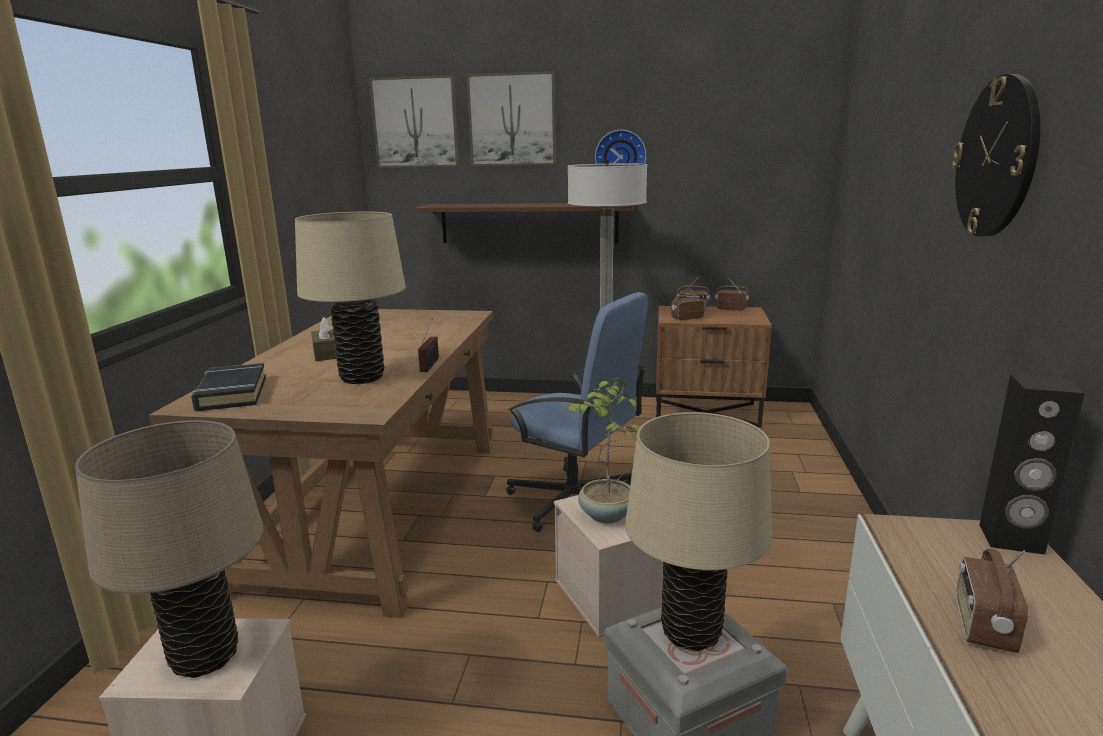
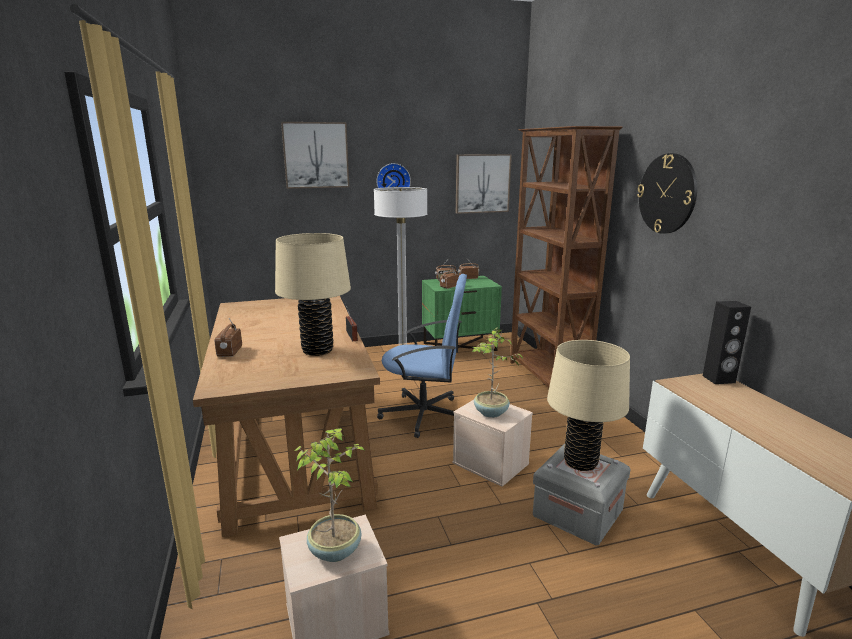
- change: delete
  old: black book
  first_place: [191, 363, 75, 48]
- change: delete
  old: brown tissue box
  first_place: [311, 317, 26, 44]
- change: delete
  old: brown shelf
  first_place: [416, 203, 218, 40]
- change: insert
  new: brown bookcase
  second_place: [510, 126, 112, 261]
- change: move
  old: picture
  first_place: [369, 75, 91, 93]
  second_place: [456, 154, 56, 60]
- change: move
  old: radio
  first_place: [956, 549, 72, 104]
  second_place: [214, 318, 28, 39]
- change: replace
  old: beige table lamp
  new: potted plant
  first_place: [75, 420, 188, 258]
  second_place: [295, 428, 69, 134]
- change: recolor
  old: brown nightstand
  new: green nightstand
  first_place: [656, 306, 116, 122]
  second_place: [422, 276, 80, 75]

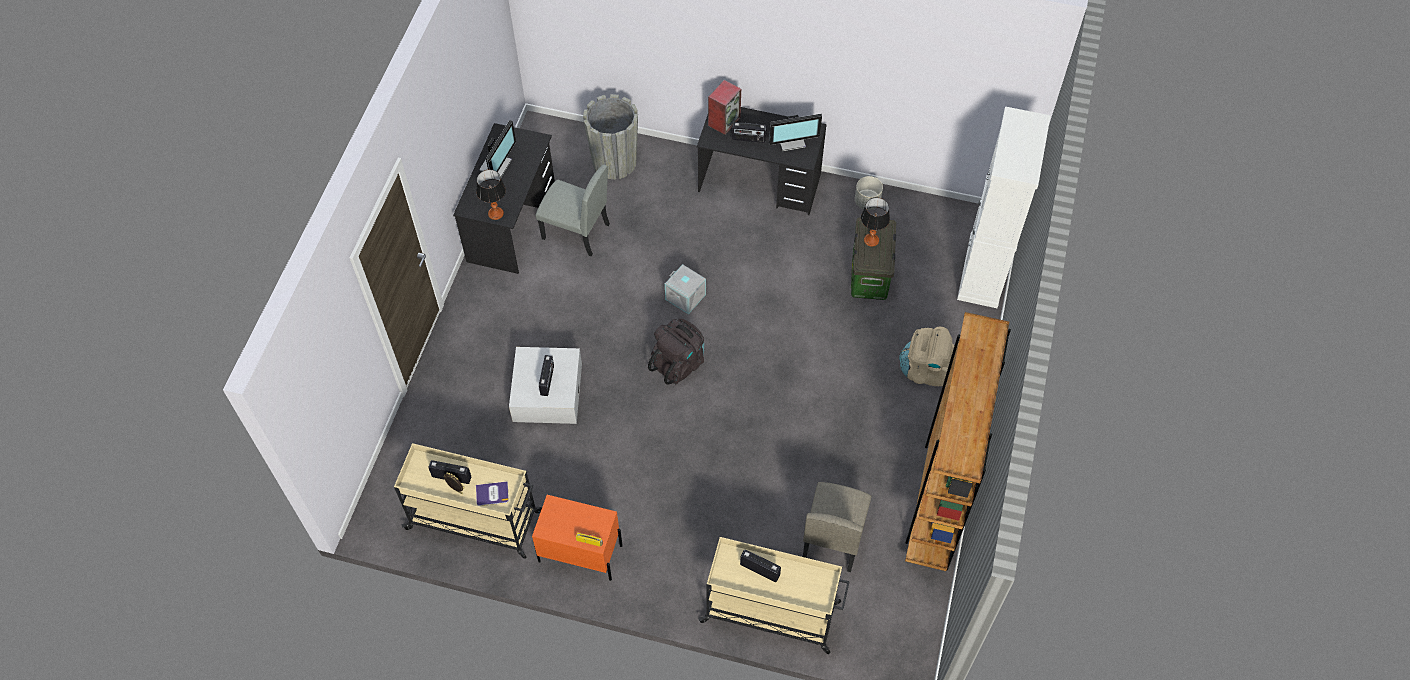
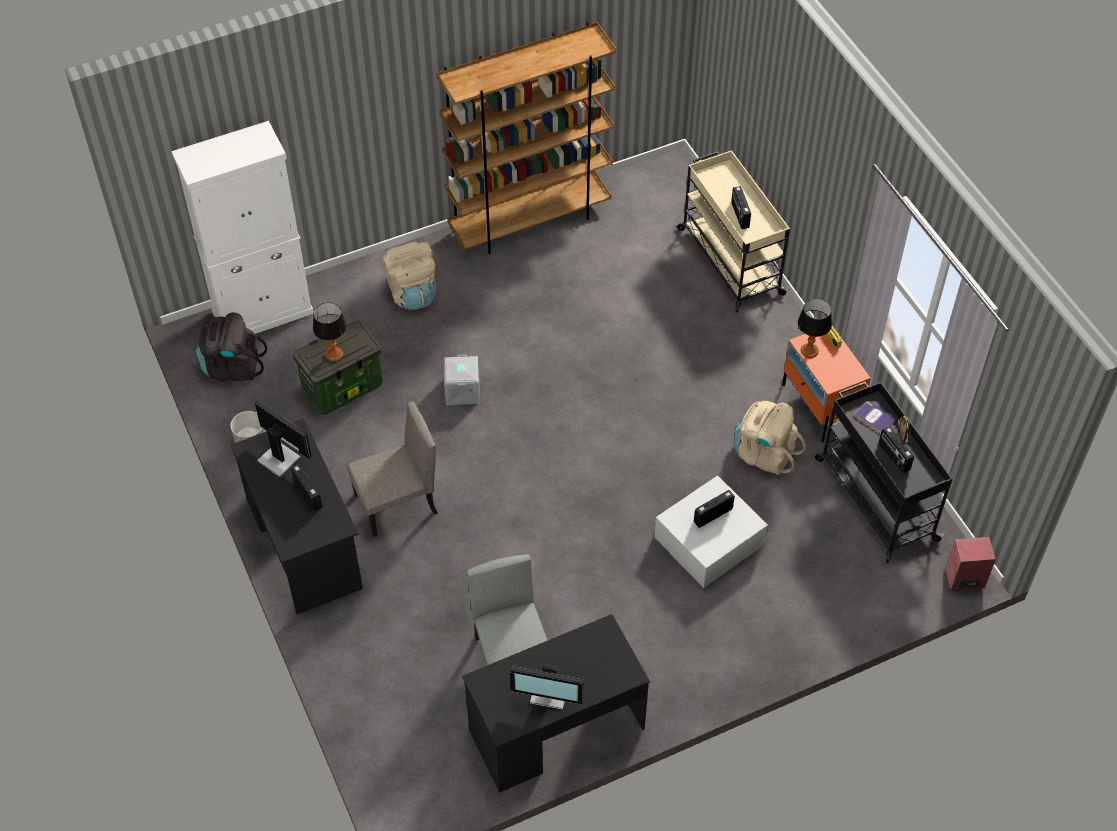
- change: delete
  old: grey planter
  first_place: [583, 94, 55, 85]
- change: insert
  new: beige backpack
  second_place: [734, 401, 72, 74]
- change: move
  old: table lamp
  first_place: [476, 169, 30, 51]
  second_place: [798, 298, 34, 60]
- change: move
  old: black backpack
  first_place: [648, 319, 56, 66]
  second_place: [196, 312, 71, 69]
- change: move
  old: grey storage box
  first_place: [665, 264, 41, 50]
  second_place: [444, 354, 36, 51]
- change: move
  old: speaker
  first_place: [708, 80, 33, 55]
  second_place: [945, 537, 51, 54]
- change: move
  old: beige chair
  first_place: [803, 482, 69, 90]
  second_place: [347, 402, 91, 135]
- change: recolor
  old: beige cart
  new: black cart
  first_place: [394, 443, 148, 116]
  second_place: [815, 382, 138, 181]
- change: rotate
  old: monitor
  first_place: [479, 120, 37, 57]
  second_place: [510, 665, 74, 45]
  degrees: -150

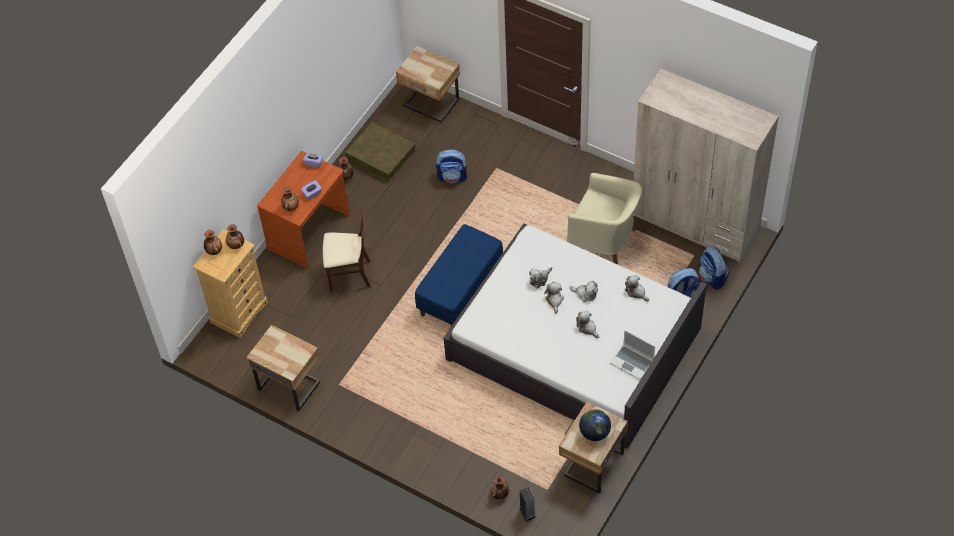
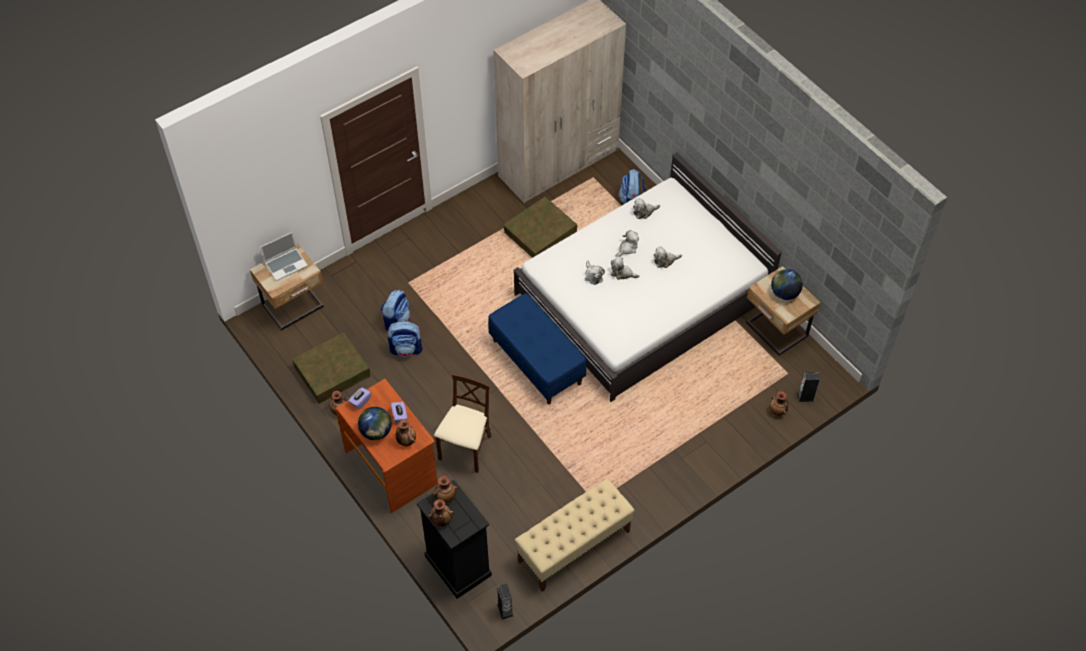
- change: insert
  new: globe
  second_place: [358, 407, 34, 33]
- change: insert
  new: speaker
  second_place: [497, 584, 16, 36]
- change: move
  old: laptop
  first_place: [610, 330, 45, 50]
  second_place: [261, 232, 47, 49]
- change: move
  old: backpack
  first_place: [699, 247, 31, 43]
  second_place: [388, 321, 34, 36]
- change: replace
  old: beige nightstand
  new: beige bench
  first_place: [246, 325, 74, 86]
  second_place: [515, 478, 120, 114]
- change: replace
  old: beige armchair
  new: brown storage box
  first_place: [567, 173, 75, 92]
  second_place: [504, 197, 73, 61]
- change: recolor
  old: beige dresser
  new: black dresser
  first_place: [193, 229, 75, 109]
  second_place: [417, 480, 75, 119]

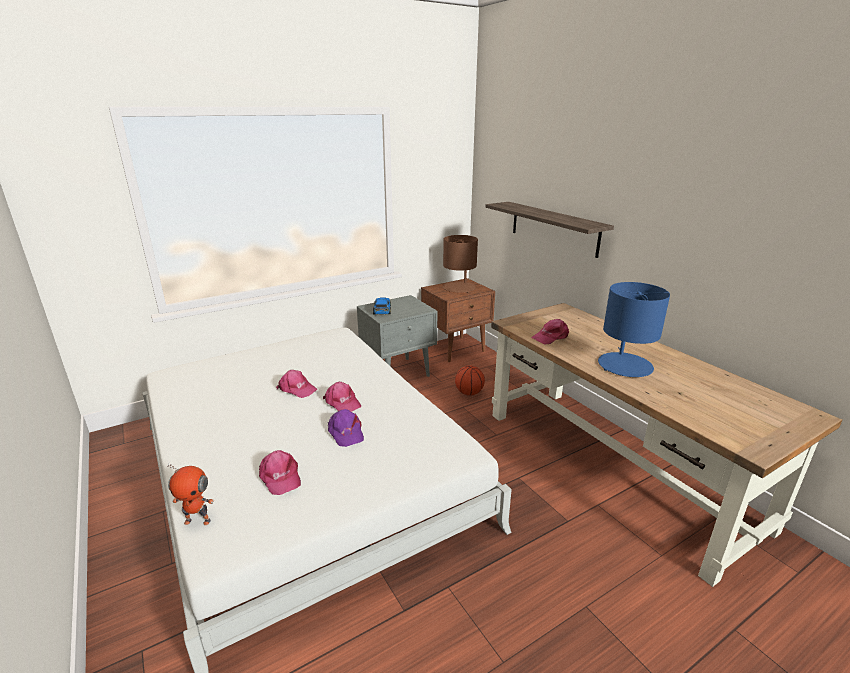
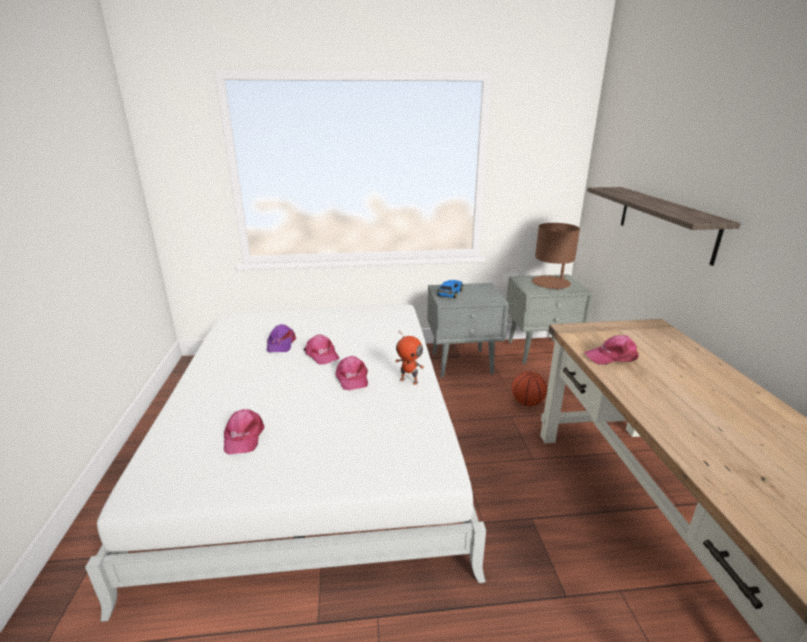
- change: delete
  old: blue table lamp
  first_place: [598, 282, 72, 95]
- change: move
  old: toy robot
  first_place: [167, 463, 47, 62]
  second_place: [395, 330, 29, 55]
- change: move
  old: purple cap
  first_place: [328, 409, 36, 38]
  second_place: [267, 324, 29, 29]
- change: recolor
  old: brown nightstand
  new: grey nightstand
  first_place: [421, 278, 74, 84]
  second_place: [506, 274, 87, 90]

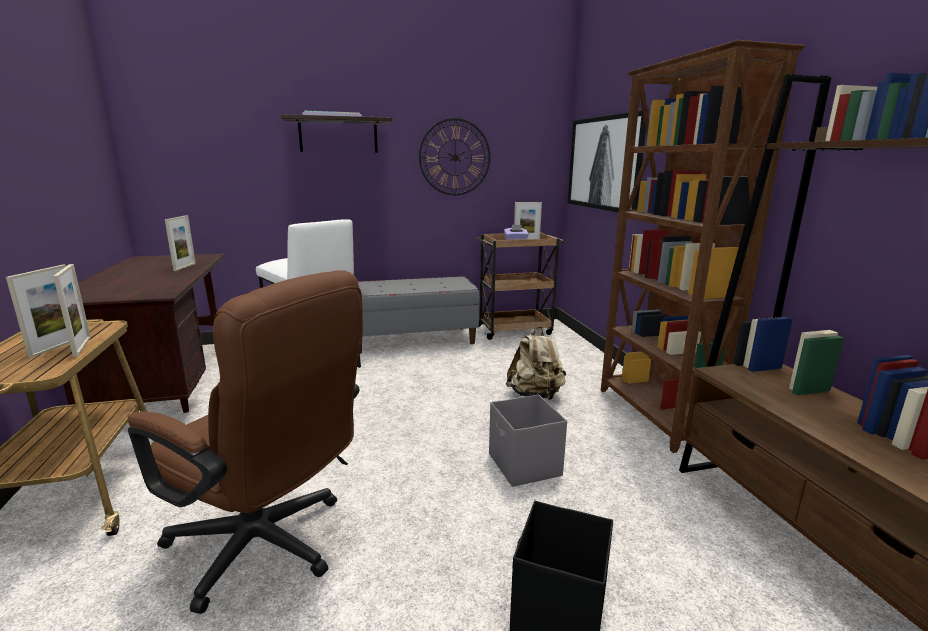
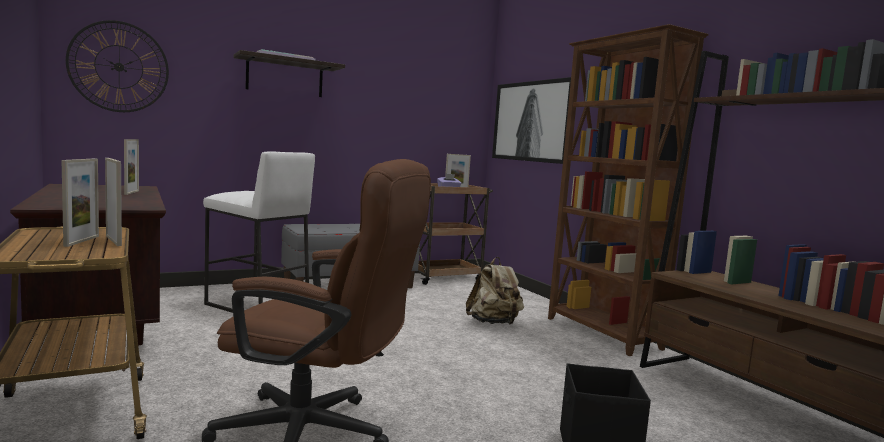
- change: delete
  old: grey storage box
  first_place: [489, 394, 78, 93]
- change: move
  old: wall clock
  first_place: [419, 118, 71, 77]
  second_place: [66, 20, 103, 92]

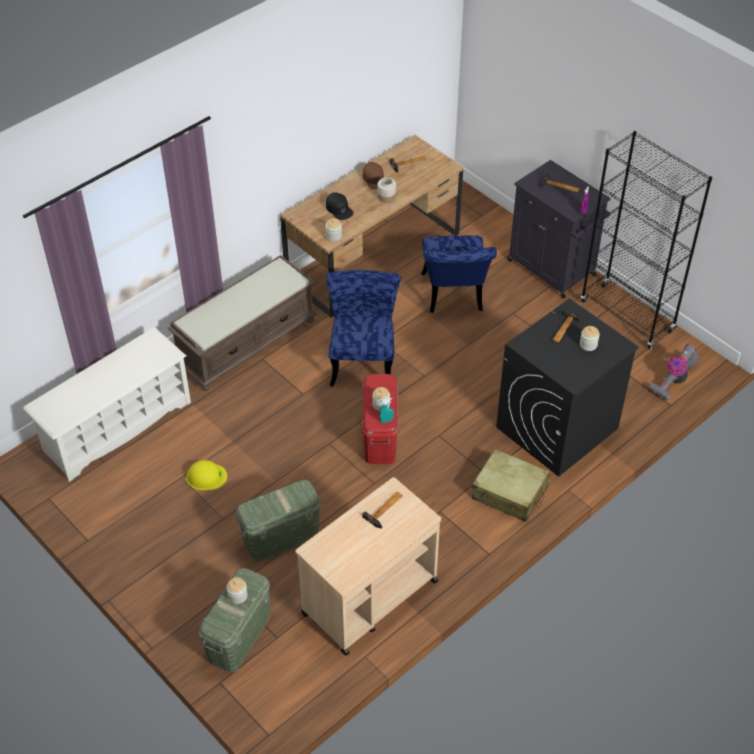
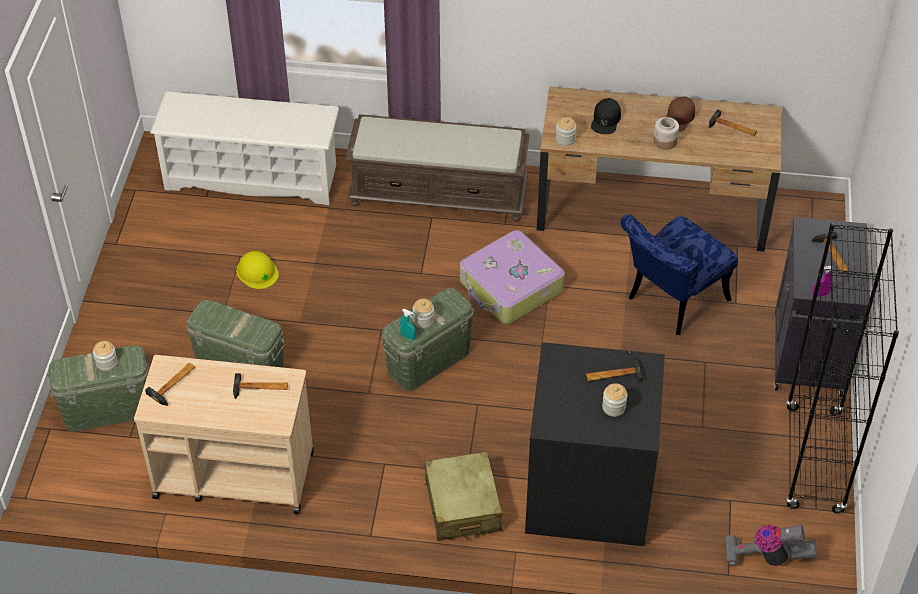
- change: insert
  new: hammer
  second_place: [145, 363, 51, 43]
- change: replace
  old: blue chair
  new: suitcase
  first_place: [326, 270, 75, 117]
  second_place: [460, 230, 105, 94]
- change: recolor
  old: red storage box
  new: green storage box
  first_place: [362, 374, 37, 90]
  second_place: [382, 288, 92, 103]

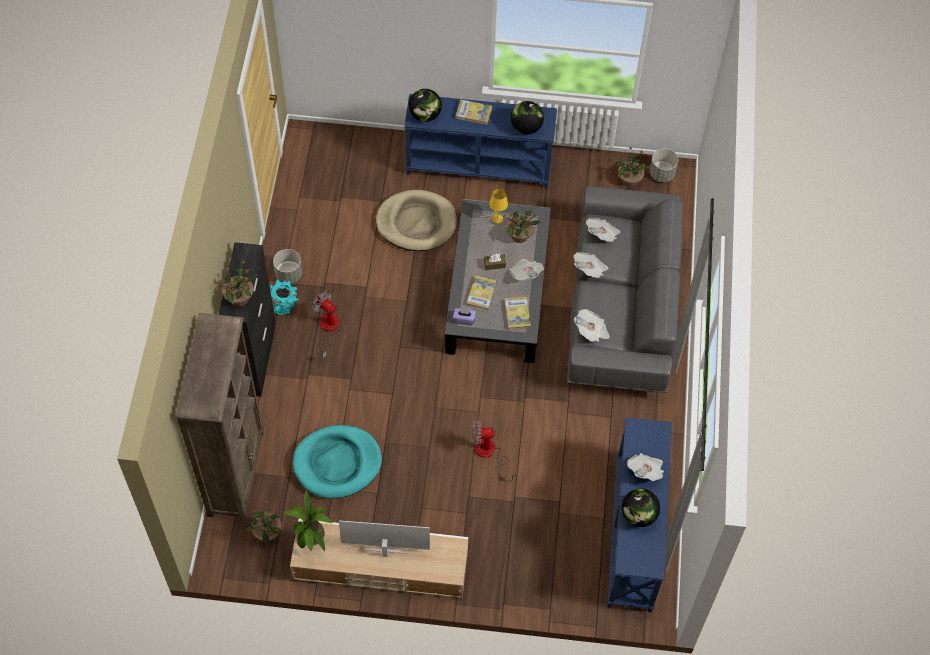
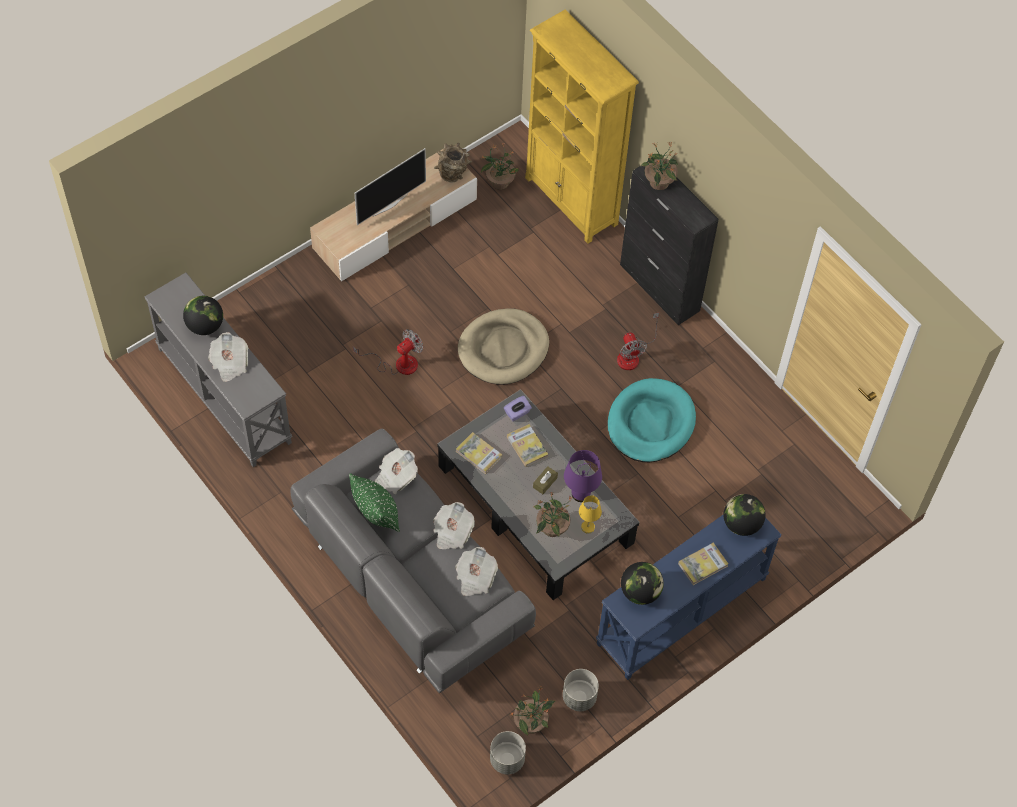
- change: delete
  old: turquoise vase
  first_place: [270, 280, 30, 35]
- change: delete
  old: newspaper
  first_place: [509, 259, 35, 22]
- change: insert
  new: green pillow
  second_place: [349, 473, 51, 59]
- change: insert
  new: purple table lamp
  second_place: [564, 450, 38, 52]
- change: move
  old: grey planter
  first_place: [273, 249, 29, 35]
  second_place: [563, 669, 36, 42]
- change: move
  old: turquoise dog bed
  first_place: [293, 425, 89, 74]
  second_place: [608, 378, 88, 84]
- change: move
  old: beige dog bed
  first_place: [376, 190, 81, 61]
  second_place: [458, 308, 91, 77]
- change: replace
  old: potted plant
  new: brown vase
  first_place: [283, 491, 49, 61]
  second_place: [434, 142, 38, 41]
- change: recolor
  old: brown bookcase
  new: yellow bookcase
  first_place: [175, 313, 89, 208]
  second_place: [525, 10, 114, 234]
- change: recolor
  old: blue console table
  new: grey console table
  first_place: [607, 417, 65, 195]
  second_place: [145, 273, 147, 194]
- change: rotate
  old: fan
  first_place: [312, 291, 28, 68]
  second_place: [617, 313, 42, 57]
  degrees: 75

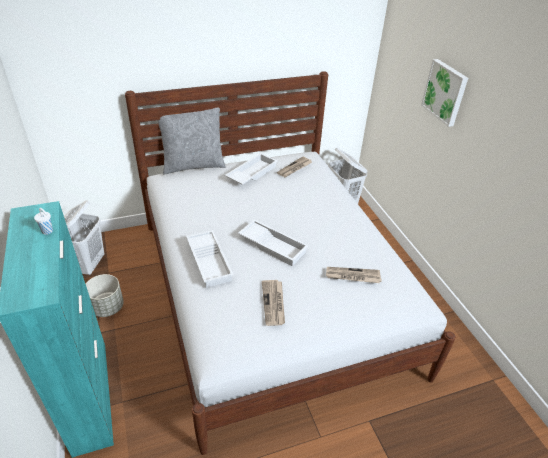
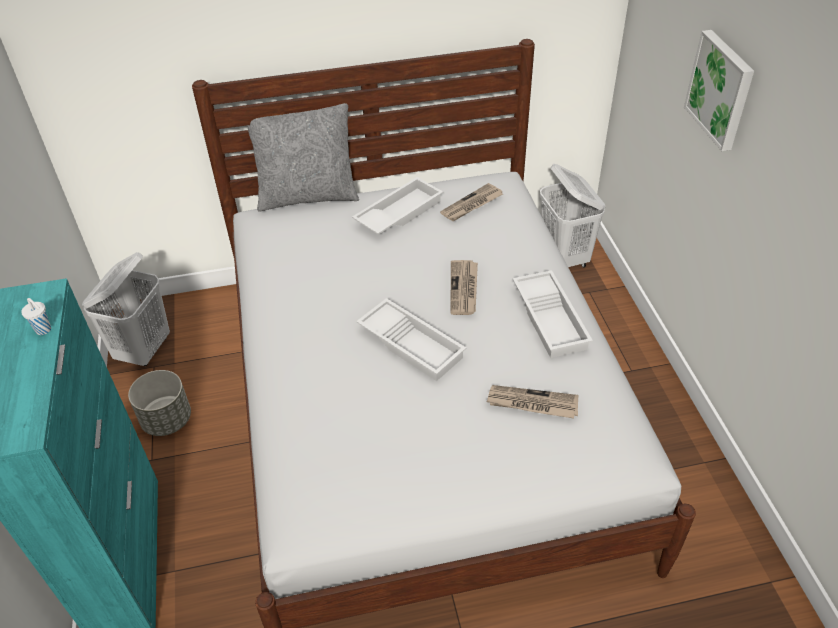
- change: move
  old: white tray
  first_place: [186, 230, 48, 58]
  second_place: [513, 270, 80, 88]
- change: move
  old: newspaper
  first_place: [262, 280, 23, 46]
  second_place: [451, 260, 27, 55]

